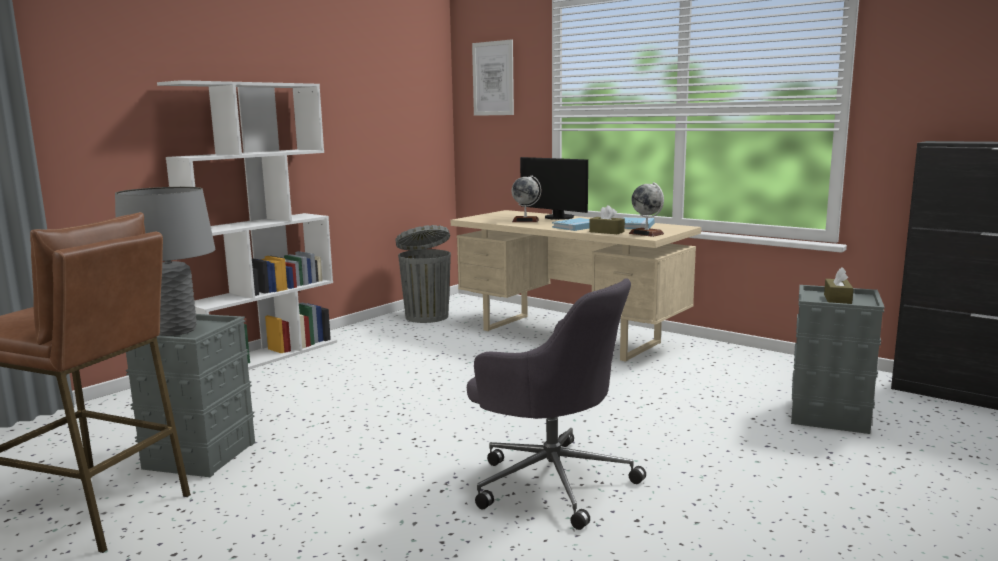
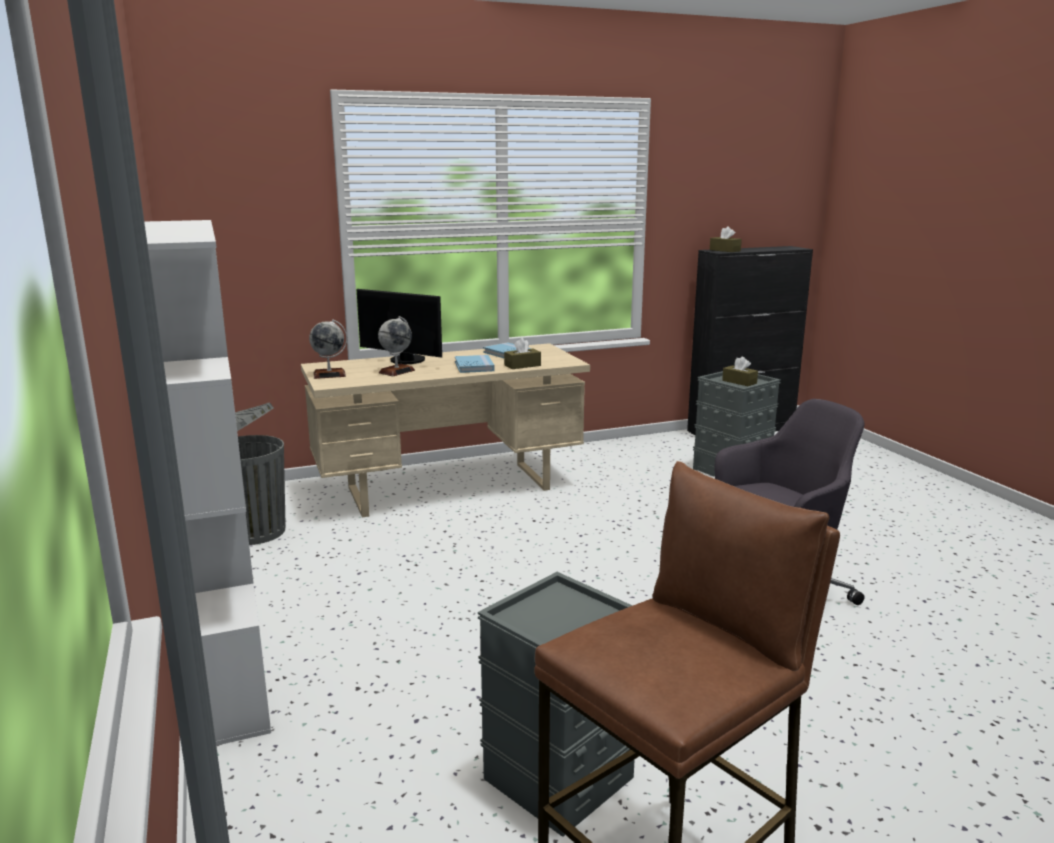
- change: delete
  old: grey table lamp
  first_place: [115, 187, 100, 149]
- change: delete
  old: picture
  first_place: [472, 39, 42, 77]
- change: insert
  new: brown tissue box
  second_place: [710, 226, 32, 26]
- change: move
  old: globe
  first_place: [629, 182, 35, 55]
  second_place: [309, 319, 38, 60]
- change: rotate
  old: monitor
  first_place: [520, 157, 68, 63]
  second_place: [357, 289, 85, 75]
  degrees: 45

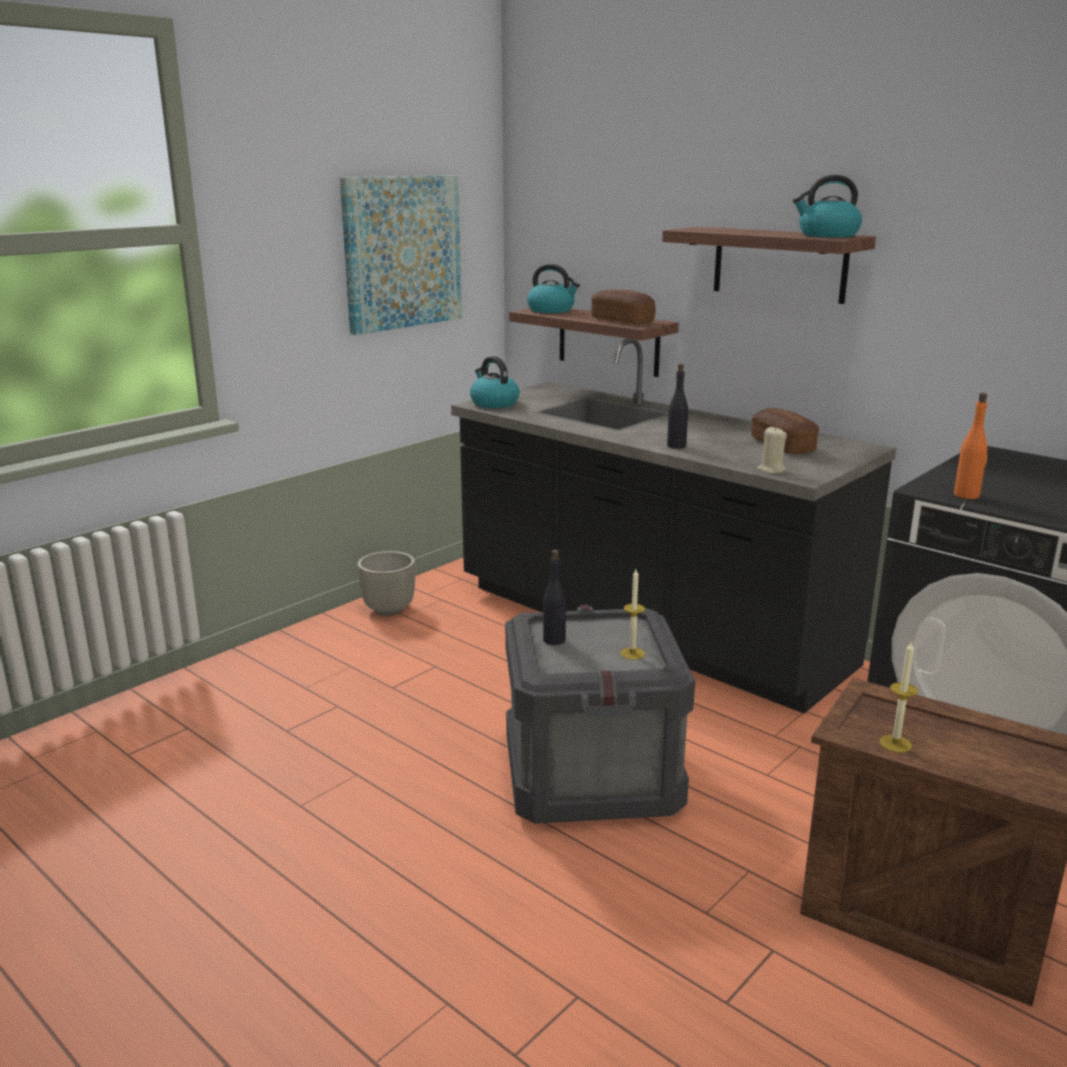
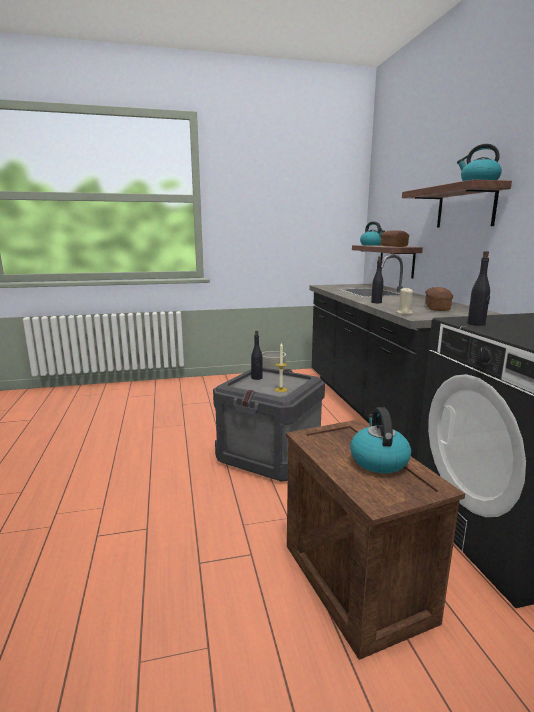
- change: delete
  old: picture
  first_place: [340, 175, 122, 160]
- change: delete
  old: candle
  first_place: [879, 641, 39, 112]
- change: move
  old: kettle
  first_place: [470, 356, 50, 52]
  second_place: [350, 407, 61, 66]
- change: recolor
  old: orange bottle
  new: black bottle
  first_place: [954, 393, 33, 106]
  second_place: [467, 251, 23, 75]

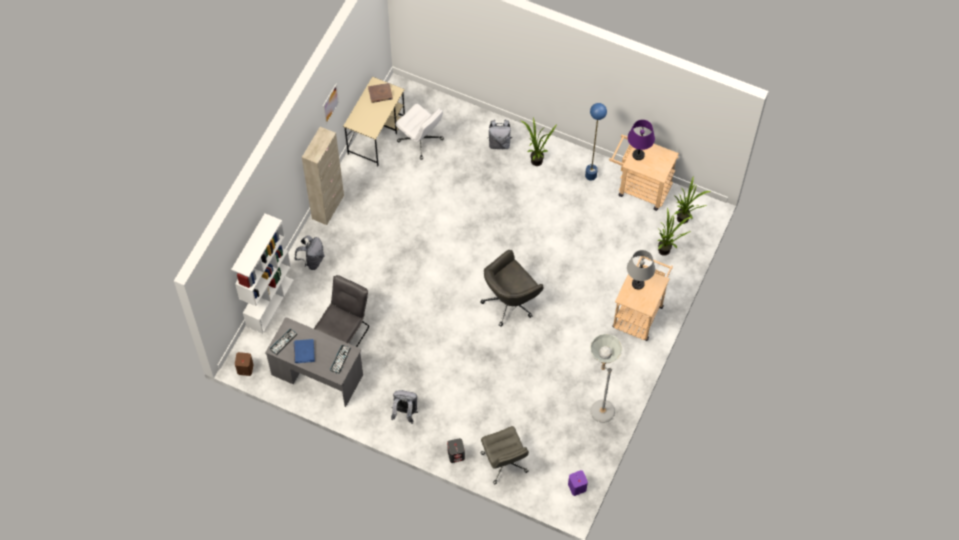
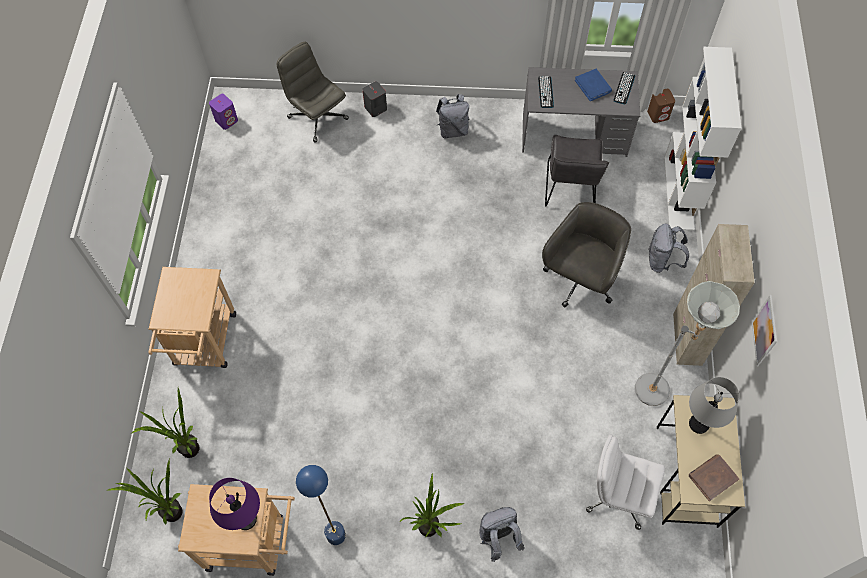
- change: move
  old: grey office chair
  first_place: [480, 250, 64, 77]
  second_place: [542, 202, 89, 105]
- change: move
  old: grey floor lamp
  first_place: [590, 334, 32, 89]
  second_place: [635, 281, 105, 125]
- change: move
  old: grey table lamp
  first_place: [627, 250, 28, 40]
  second_place: [689, 377, 50, 57]

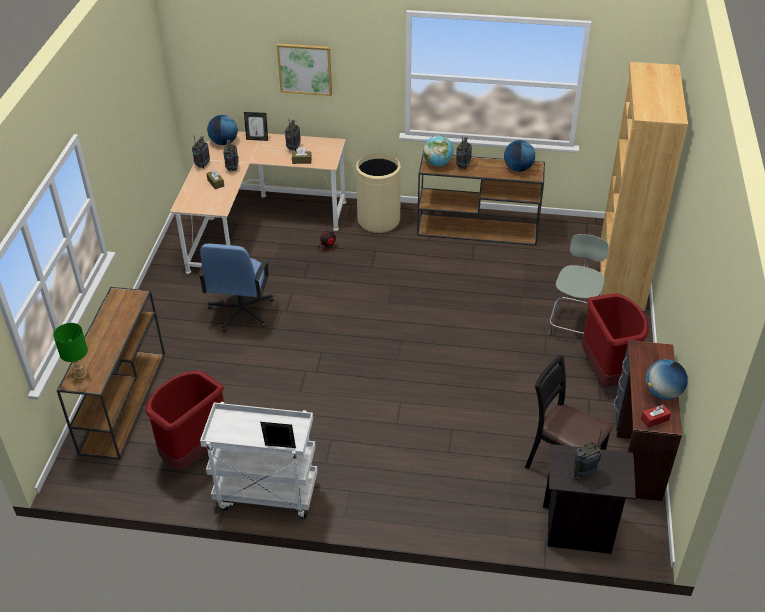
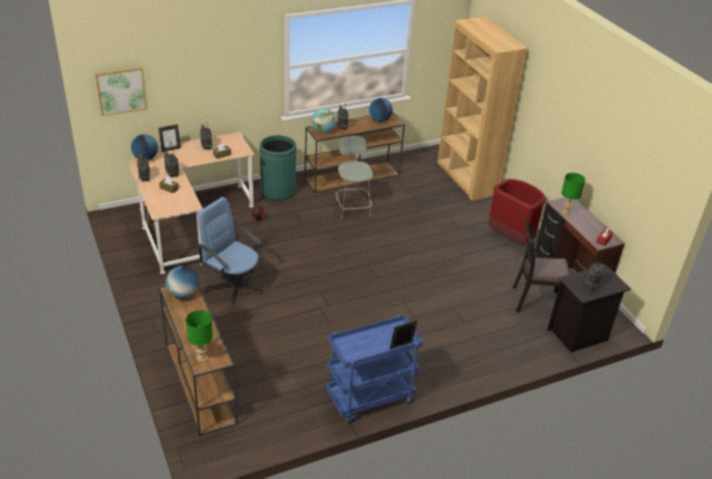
- change: delete
  old: red trash can
  first_place: [145, 370, 79, 101]
- change: insert
  new: green table lamp
  second_place: [561, 173, 24, 43]
- change: move
  old: picture
  first_place: [277, 43, 55, 53]
  second_place: [95, 67, 53, 49]
- change: move
  old: grey chair
  first_place: [548, 234, 61, 101]
  second_place: [336, 136, 37, 82]
- change: move
  old: globe
  first_place: [646, 359, 42, 41]
  second_place: [165, 266, 34, 32]
- change: recolor
  old: white cart
  new: blue cart
  first_place: [200, 402, 118, 117]
  second_place: [326, 315, 97, 108]
- change: recolor
  old: beige trash can
  new: green trash can
  first_place: [356, 153, 45, 80]
  second_place: [260, 135, 36, 66]
- change: rotate
  old: blue office chair
  first_place: [198, 244, 76, 88]
  second_place: [197, 197, 65, 109]
  degrees: 150

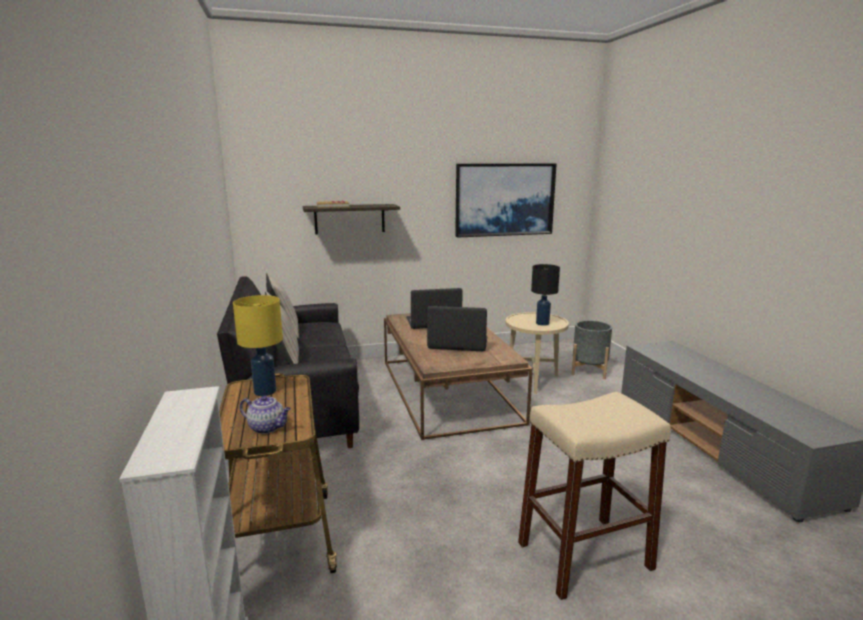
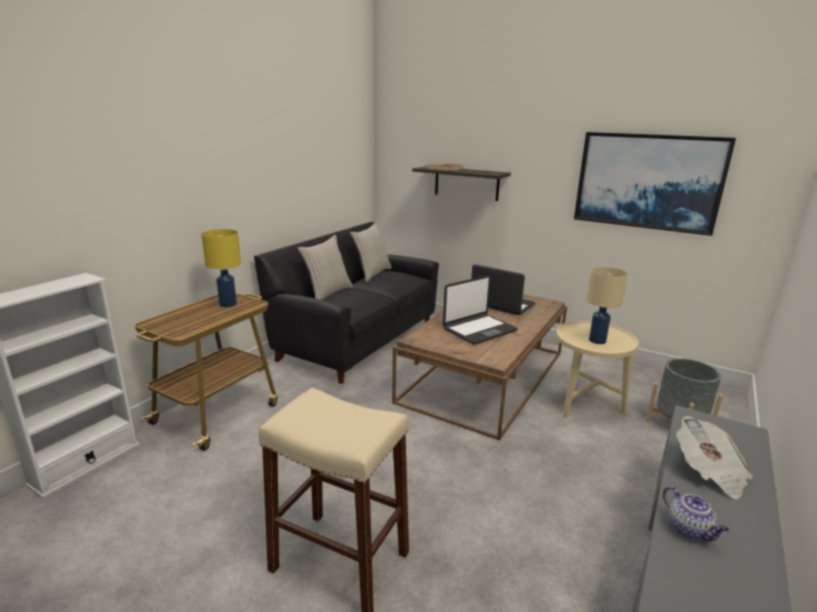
- change: insert
  new: newspaper
  second_place: [676, 416, 77, 83]
- change: move
  old: teapot
  first_place: [240, 395, 51, 39]
  second_place: [663, 486, 66, 56]
- change: recolor
  old: black table lamp
  new: beige table lamp
  first_place: [531, 264, 29, 62]
  second_place: [587, 267, 41, 77]
- change: rotate
  old: laptop
  first_place: [427, 306, 60, 45]
  second_place: [443, 275, 75, 69]
  degrees: 90

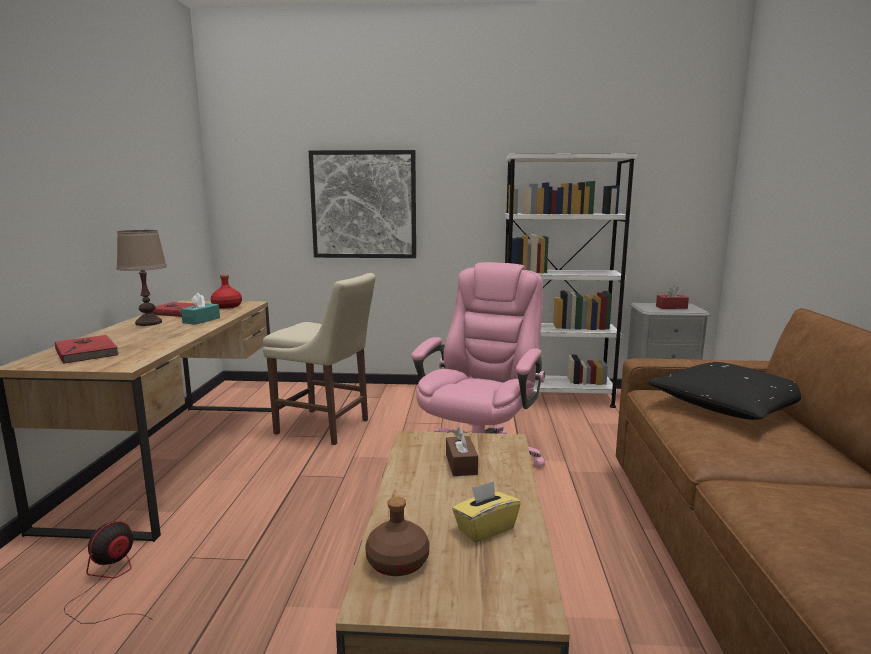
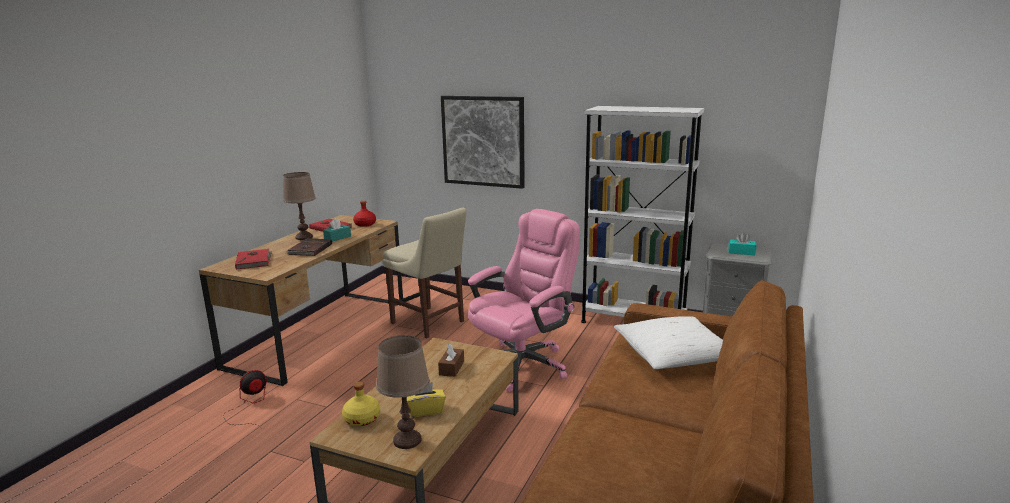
- change: insert
  new: brown book
  second_place: [286, 238, 46, 18]
- change: insert
  new: brown table lamp
  second_place: [376, 335, 54, 114]
- change: recolor
  old: brown bottle
  new: yellow bottle
  first_place: [365, 497, 64, 79]
  second_place: [342, 382, 38, 44]
- change: recolor
  old: black pillow
  new: white pillow
  first_place: [647, 362, 154, 58]
  second_place: [614, 316, 109, 53]
- change: recolor
  old: red tissue box
  new: turquoise tissue box
  first_place: [656, 285, 33, 24]
  second_place: [728, 232, 29, 23]

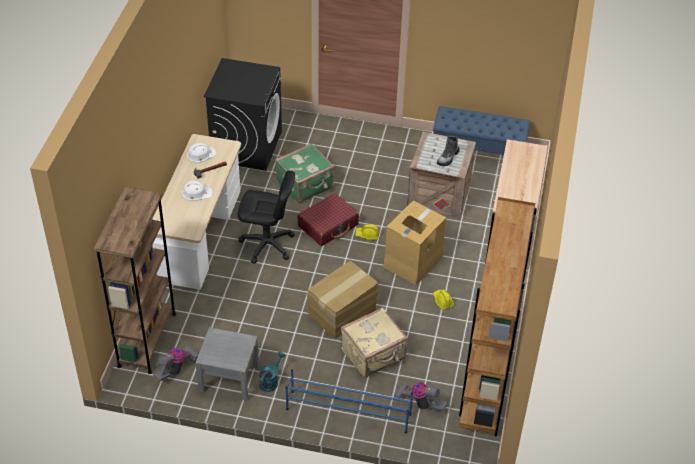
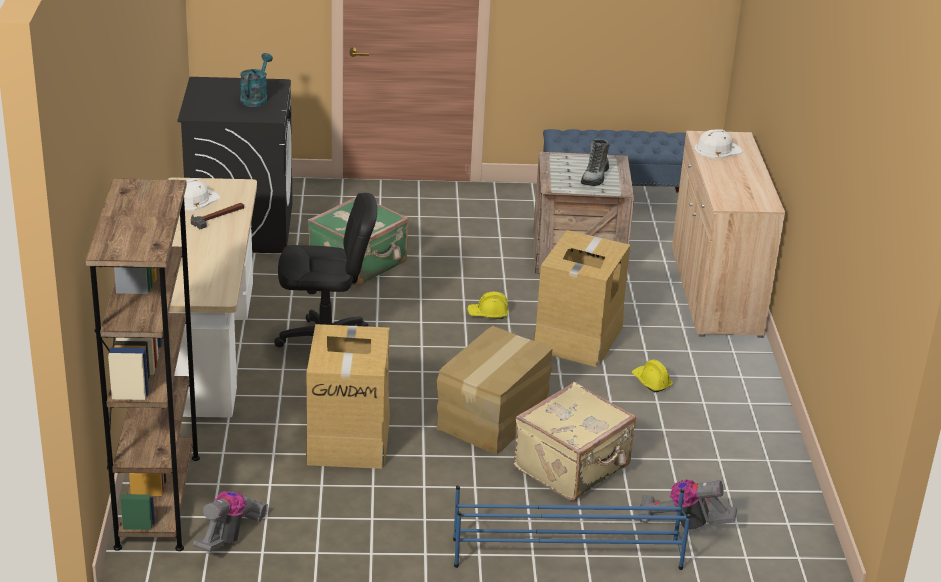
- change: delete
  old: grey nightstand
  first_place: [195, 327, 64, 74]
- change: delete
  old: red suitcase
  first_place: [297, 193, 62, 53]
- change: delete
  old: brown bookcase
  first_place: [459, 197, 78, 239]
- change: insert
  new: cardboard box
  second_place: [306, 324, 84, 145]
- change: move
  old: white hard hat
  first_place: [182, 181, 30, 20]
  second_place: [694, 129, 49, 30]
- change: move
  old: turquoise watering can
  first_place: [259, 352, 26, 40]
  second_place: [240, 53, 33, 54]

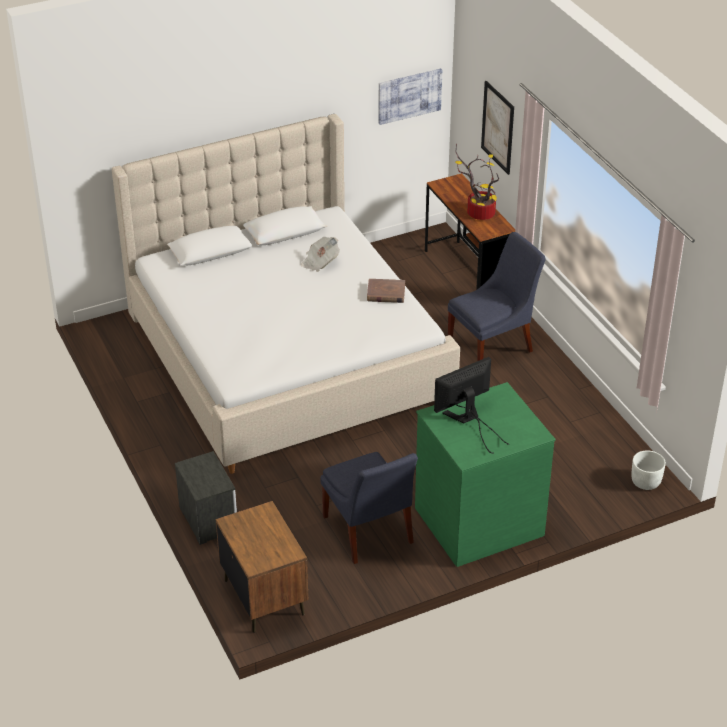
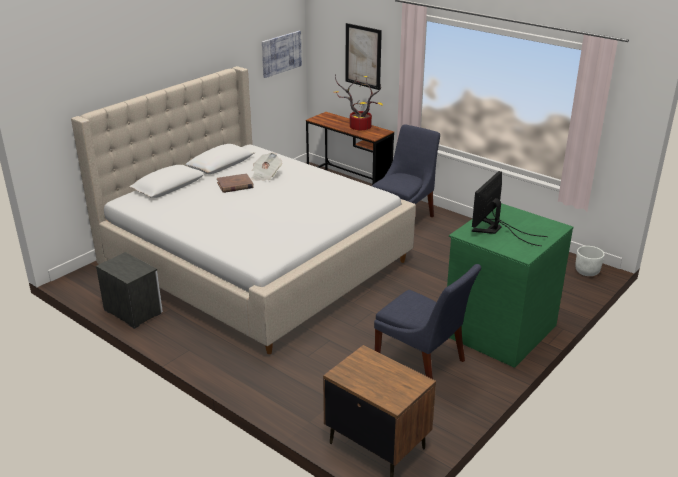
- change: move
  old: nightstand
  first_place: [175, 451, 62, 94]
  second_place: [96, 252, 67, 77]
- change: move
  old: brown book
  first_place: [367, 279, 38, 24]
  second_place: [217, 173, 37, 20]

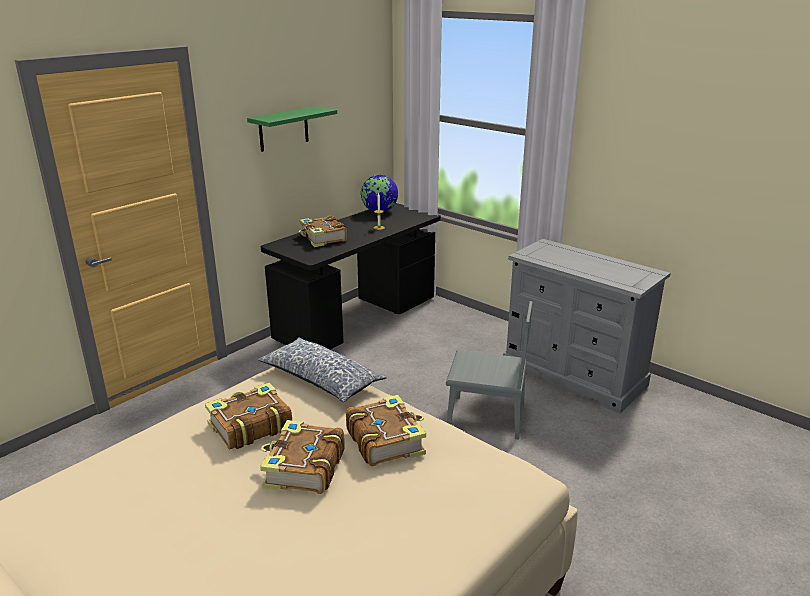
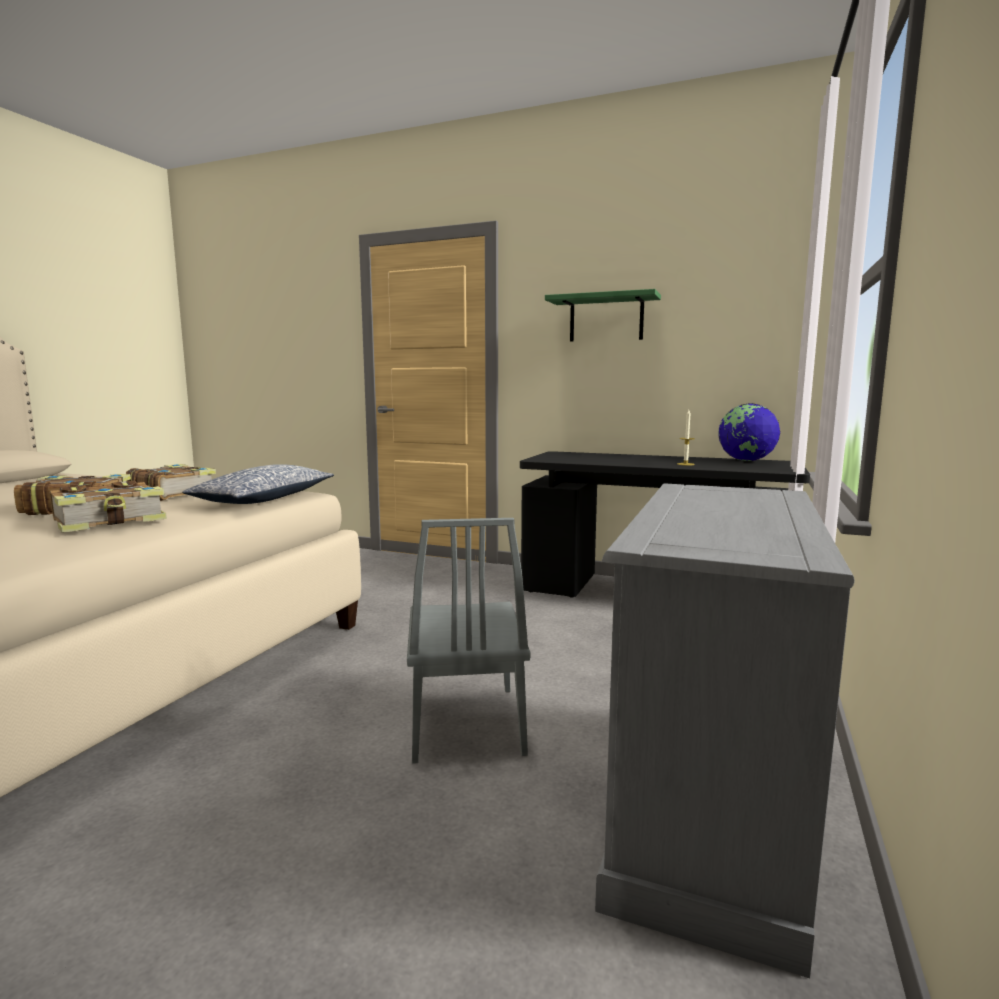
- change: delete
  old: book
  first_place: [299, 216, 48, 31]

